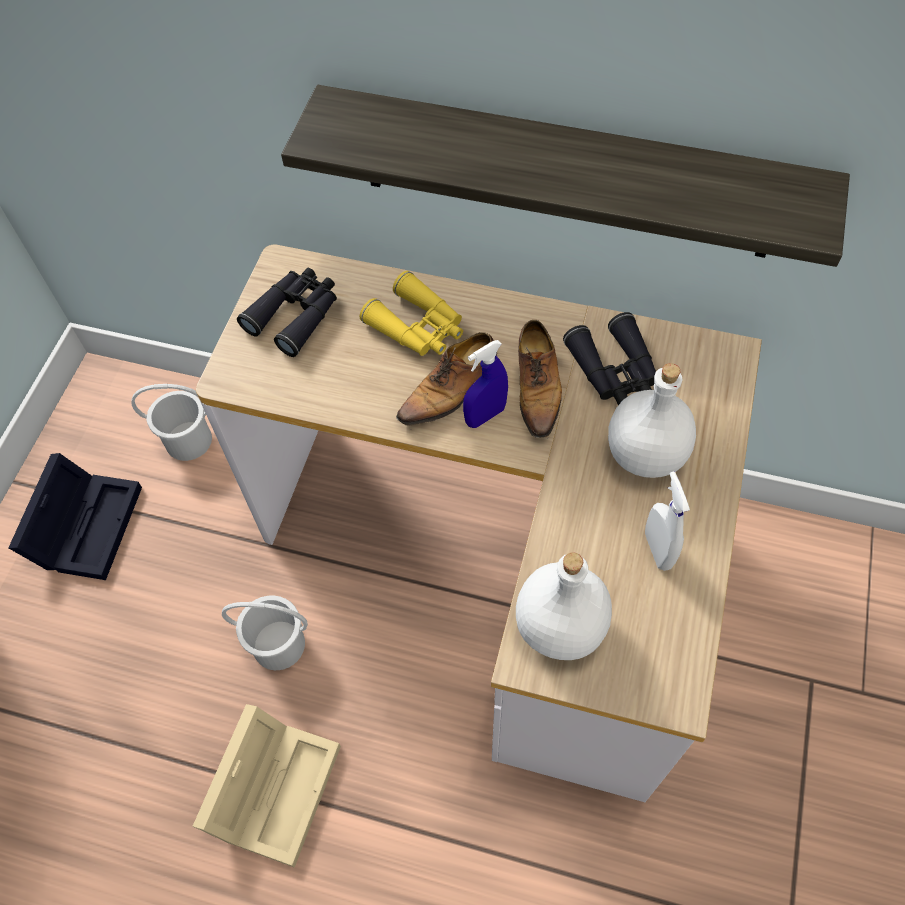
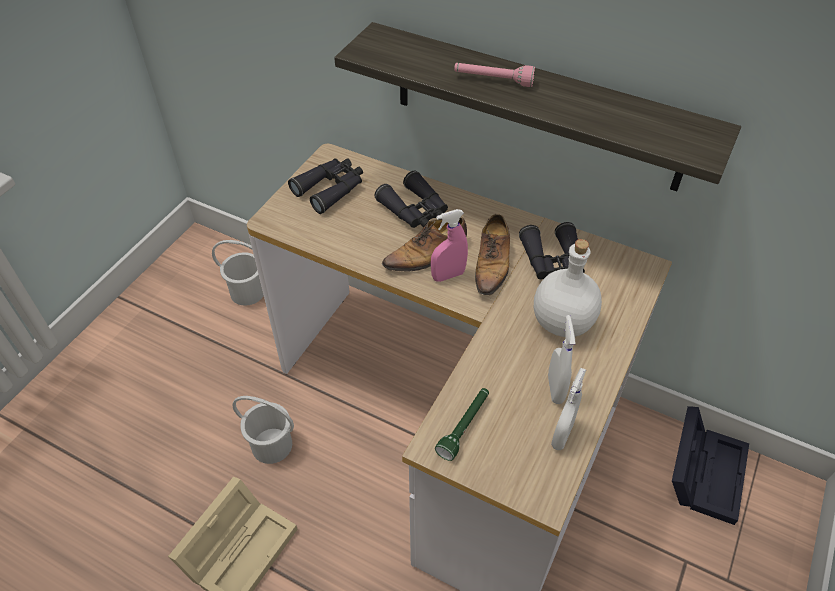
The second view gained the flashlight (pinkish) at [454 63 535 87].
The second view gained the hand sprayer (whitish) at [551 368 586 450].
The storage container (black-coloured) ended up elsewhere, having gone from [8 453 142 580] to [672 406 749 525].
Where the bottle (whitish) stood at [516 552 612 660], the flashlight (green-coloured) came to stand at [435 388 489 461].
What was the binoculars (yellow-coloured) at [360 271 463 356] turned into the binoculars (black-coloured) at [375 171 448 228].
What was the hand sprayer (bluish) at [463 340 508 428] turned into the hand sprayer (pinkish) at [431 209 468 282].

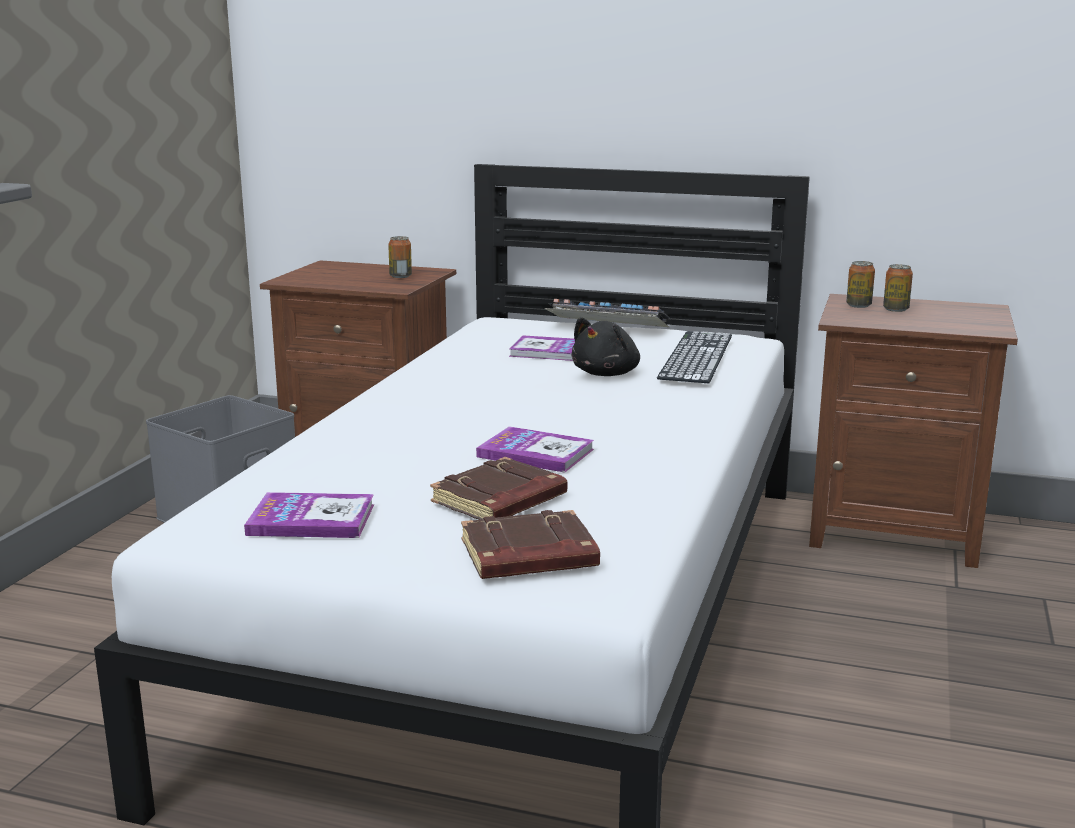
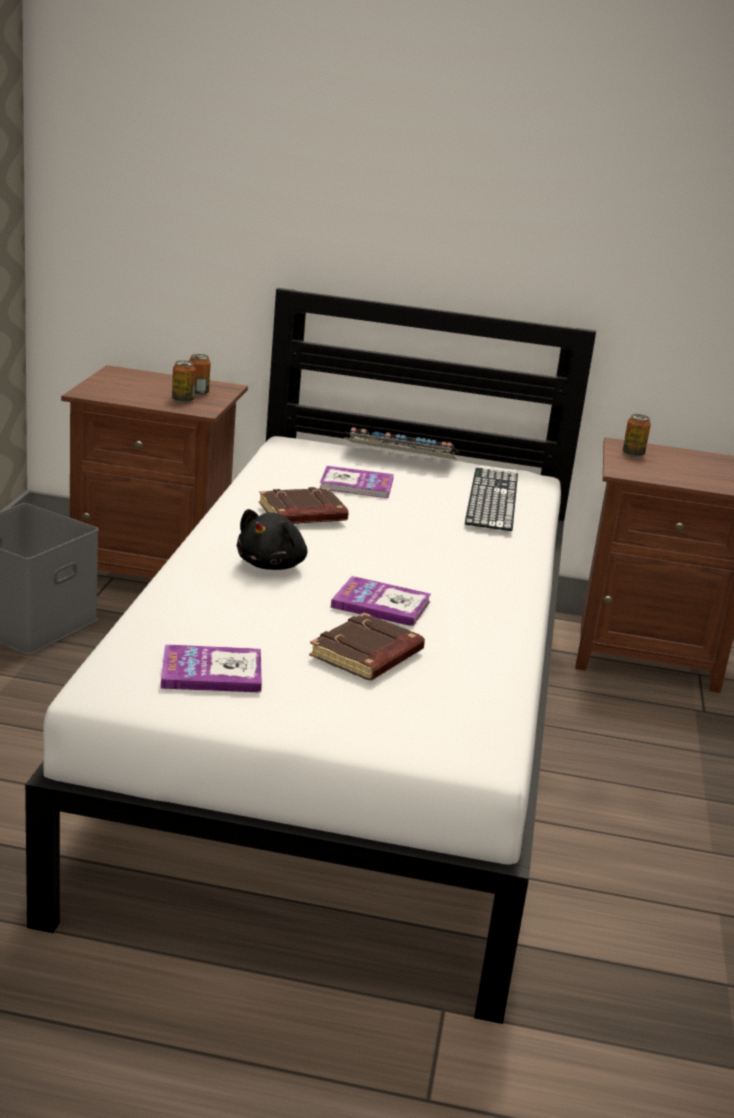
The book (brown-coloured) ended up elsewhere, having gone from [461 510 600 579] to [259 487 349 524].
The soft toy (black-coloured) ended up elsewhere, having gone from [571 317 640 376] to [237 509 307 570].
The metal can ended up elsewhere, having gone from [883 264 913 312] to [172 360 196 403].

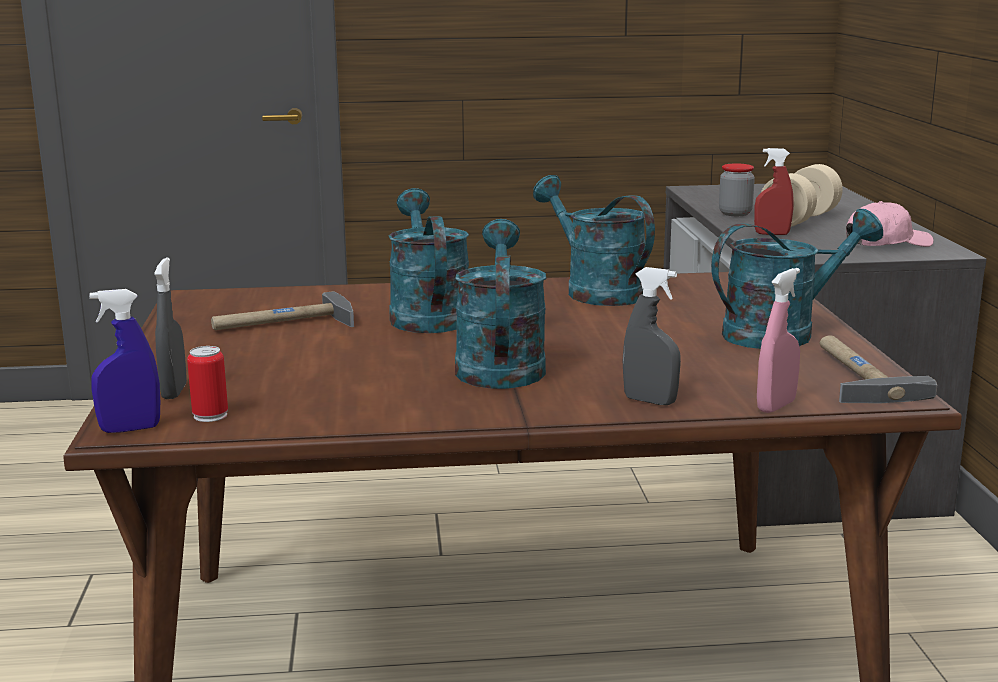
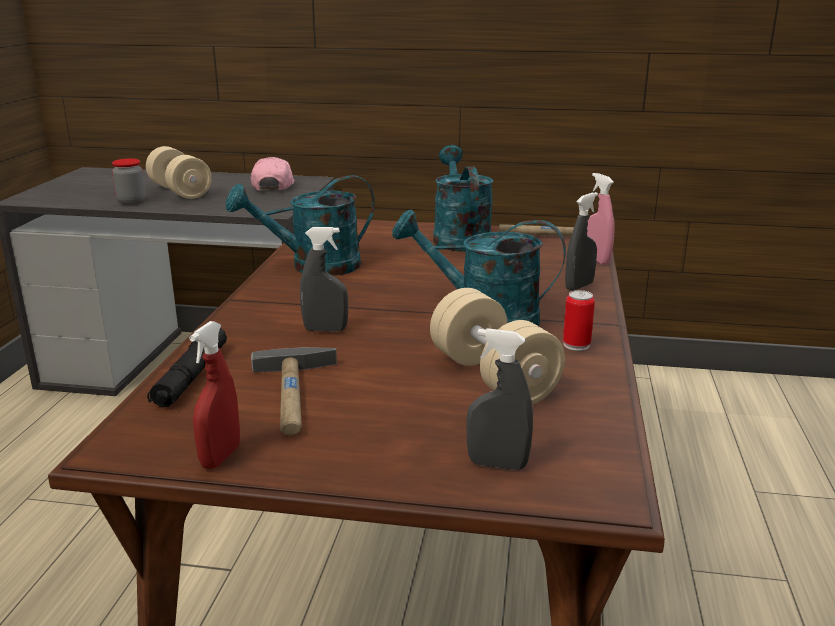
The second view lost the hand sprayer (bluish) at [89 289 160 433].
The second view gained the flashlight (black-coloured) at [147 328 227 407].
The second view gained the dumbbell (sand-coloured) at [430 288 565 404].
The metal can ended up elsewhere, having gone from [187 346 228 422] to [563 290 595 351].
The hand sprayer (red-coloured) ended up elsewhere, having gone from [754 148 794 235] to [189 321 240 469].
Where the sprinkling can (blue-green) stood at [389 188 469 333], the hand sprayer (gray) came to stand at [300 227 348 332].

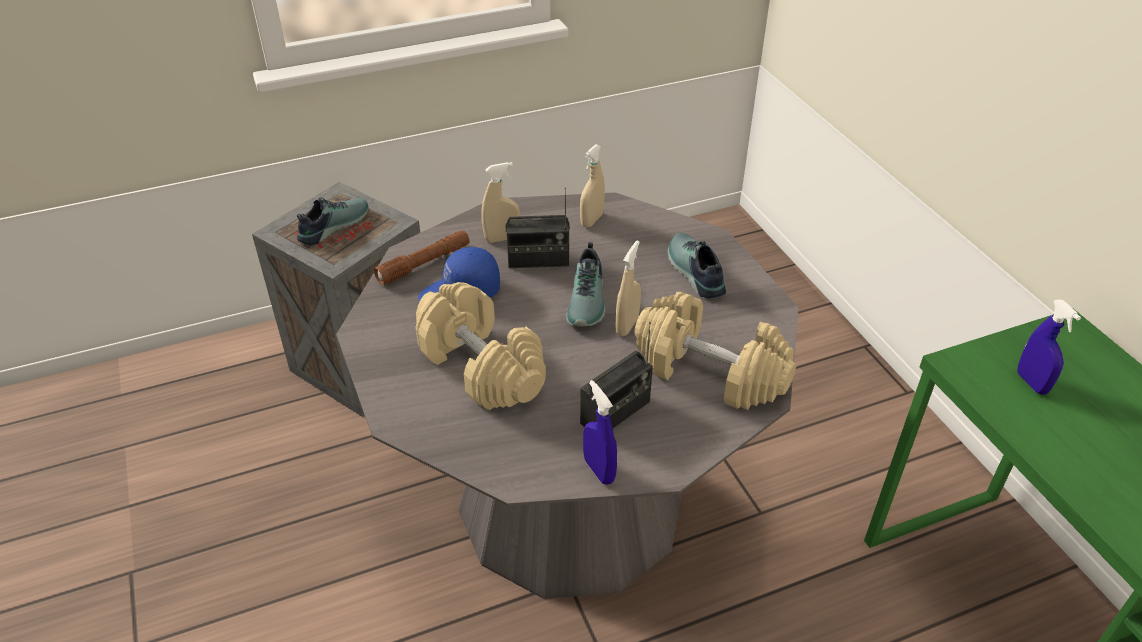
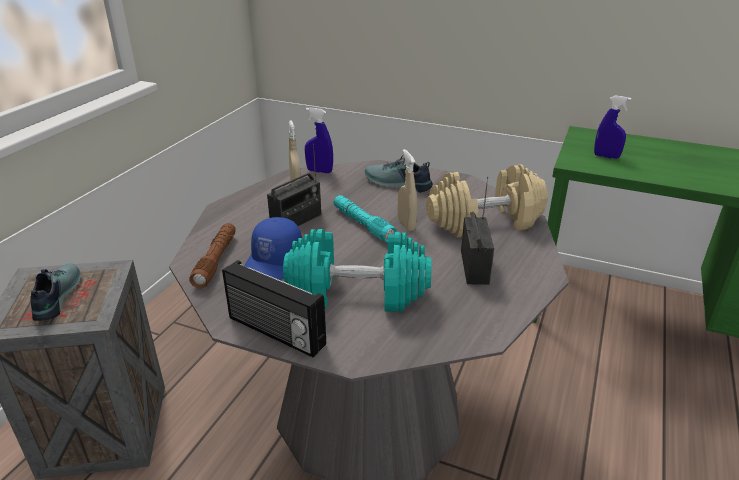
The second view lost the hand sprayer (sand-coloured) at [481 162 520 243].
The second view gained the radio receiver at [222 260 326 357].
The hand sprayer (bluish) ended up elsewhere, having gone from [583 380 617 485] to [305 108 333 173].
Where the low shoe stood at [566 242 606 327], the flashlight (blue-green) came to stand at [334 195 397 243].
What was the dumbbell (sand-coloured) at [416 282 546 410] turned into the dumbbell (blue-green) at [283 229 432 312].

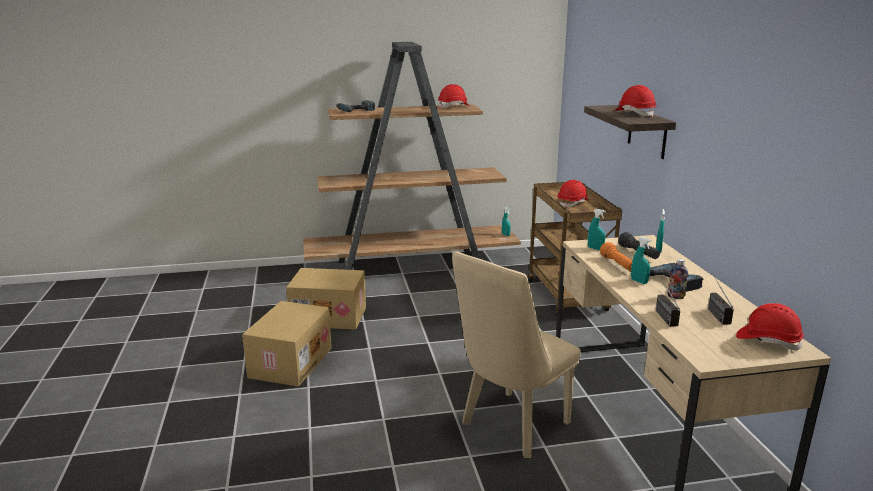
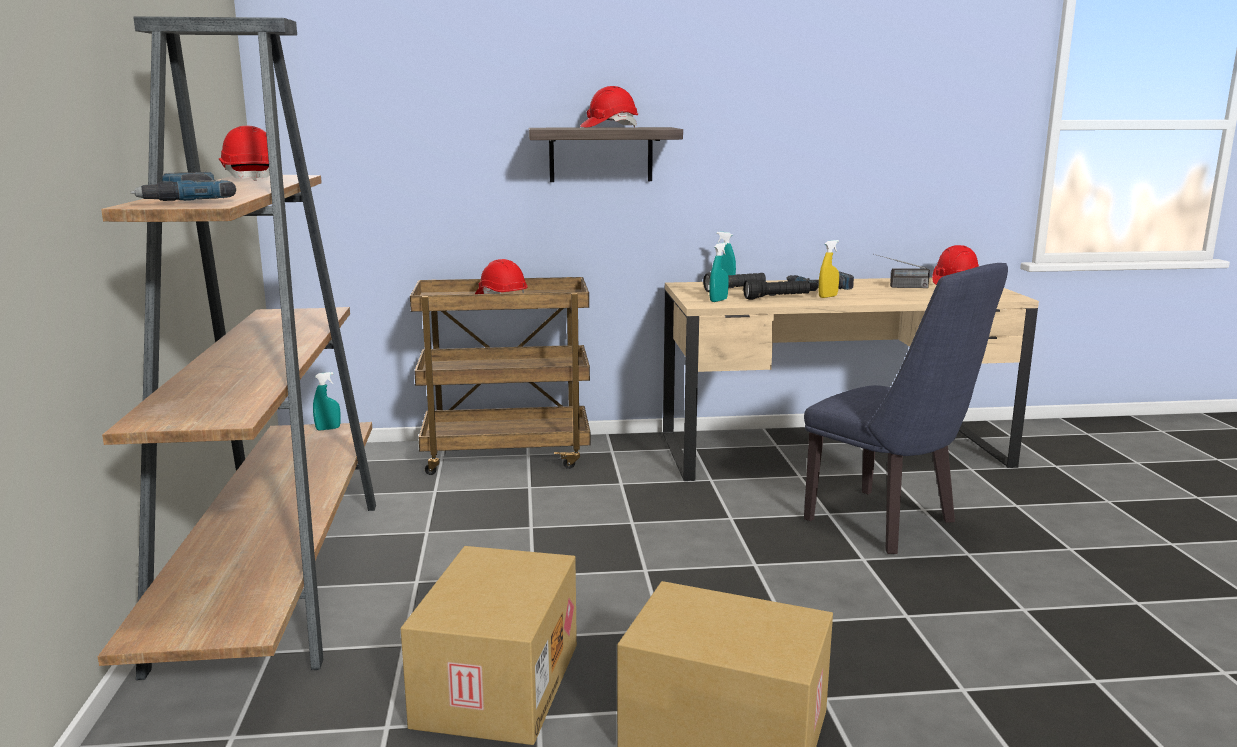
The second view lost the radio receiver at [656 274 680 327].
The second view lost the bottle at [667 259 688 299].
What was the plain chair (sand-coloured) at [452 251 581 458] turned into the plain chair (bluish) at [804 263 1008 554].
What was the flashlight (orange) at [600 242 632 272] turned into the flashlight (black-coloured) at [743 279 810 300].
What was the hand sprayer (blue-green) at [631 237 651 284] turned into the hand sprayer (yellow-coloured) at [819 240 839 298].

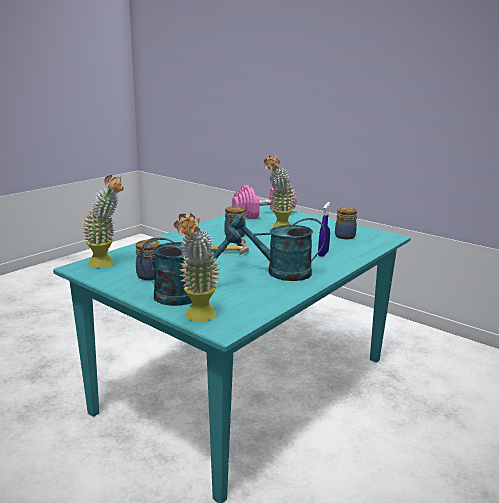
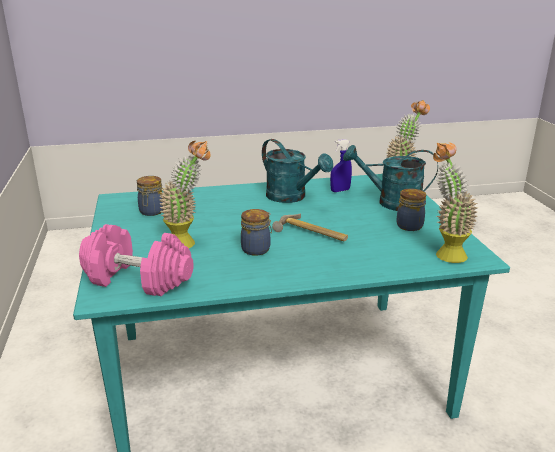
The hand sprayer (bluish) ended up elsewhere, having gone from [318 202 330 257] to [330 139 352 192].

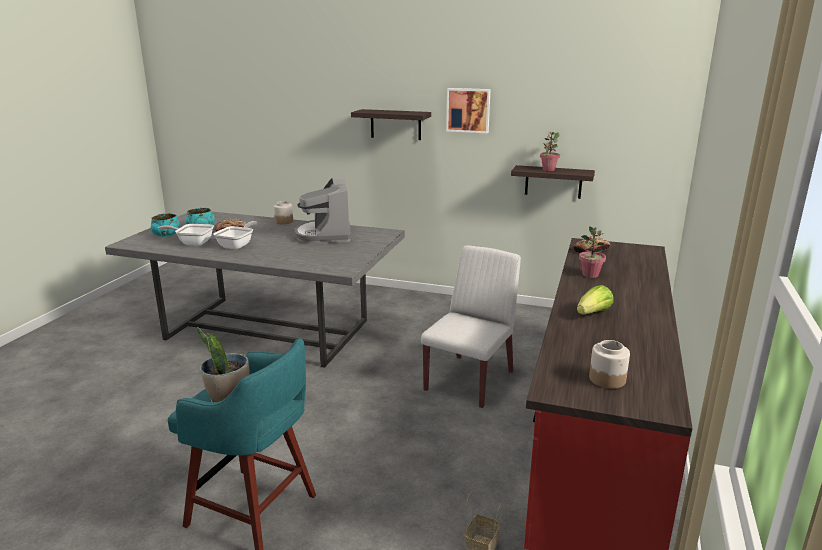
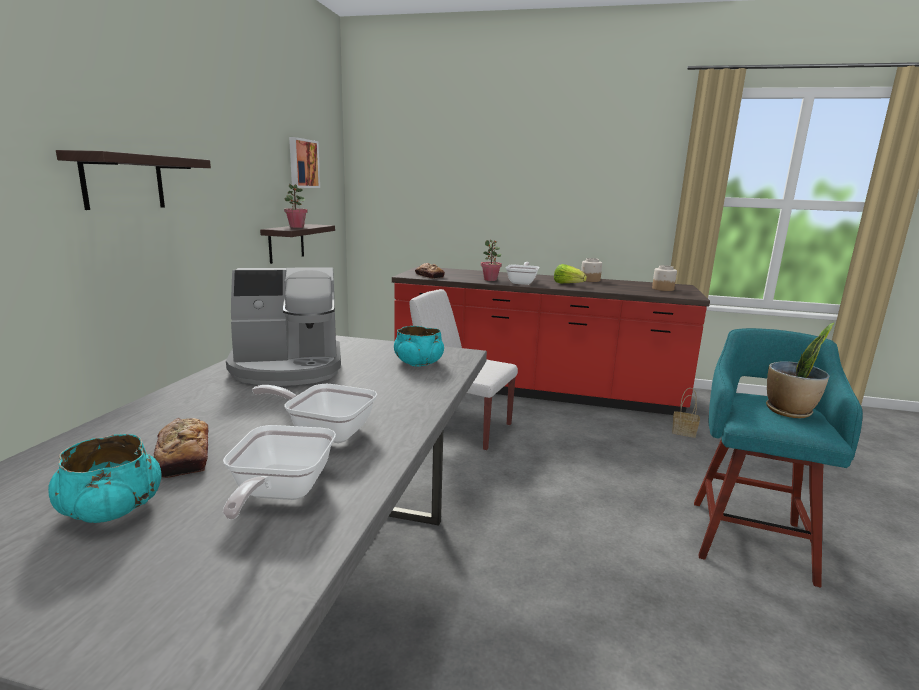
The second view gained the skillet at [506 262 540 285].
The deep dish (blue-green) ended up elsewhere, having gone from [151 213 180 237] to [394 326 444 367].
The jar ended up elsewhere, having gone from [274 201 293 224] to [581 258 602 282].
The wall art ended up elsewhere, having gone from [446 88 491 133] to [289 137 320 188].

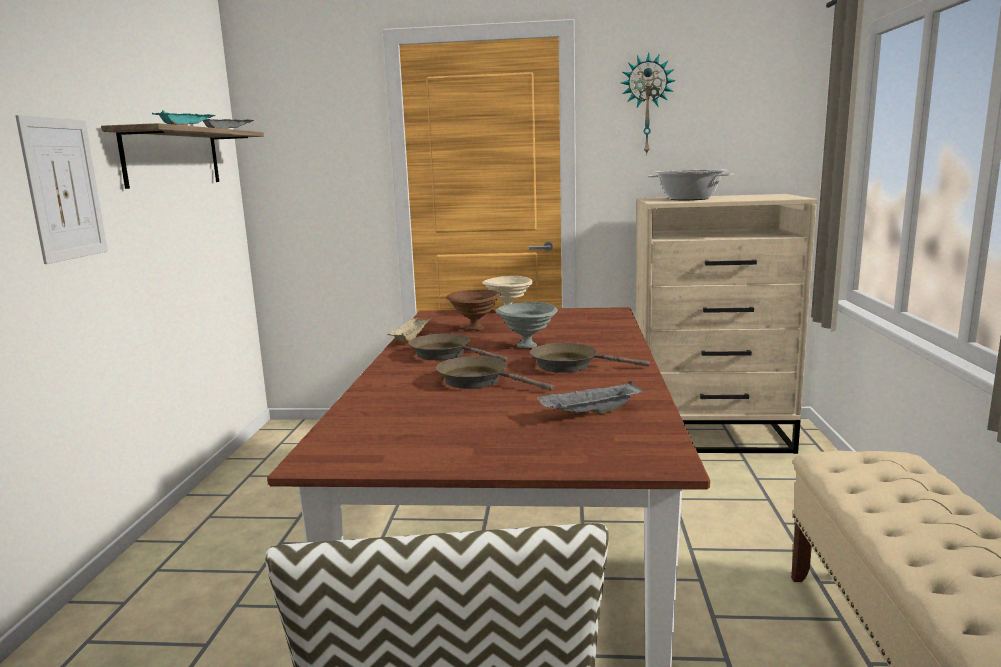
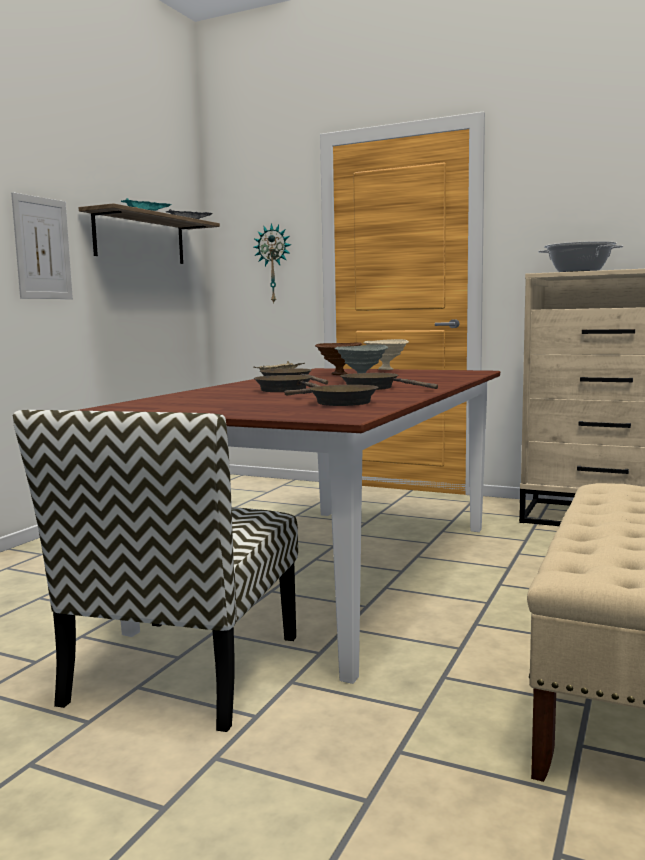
The wall clock ended up elsewhere, having gone from [621 52 676 156] to [253 223 291 304].
Where the serving tray (gray) stood at [537 381 643 415], the skillet (brown-coloured) came to stand at [284 385 378 406].

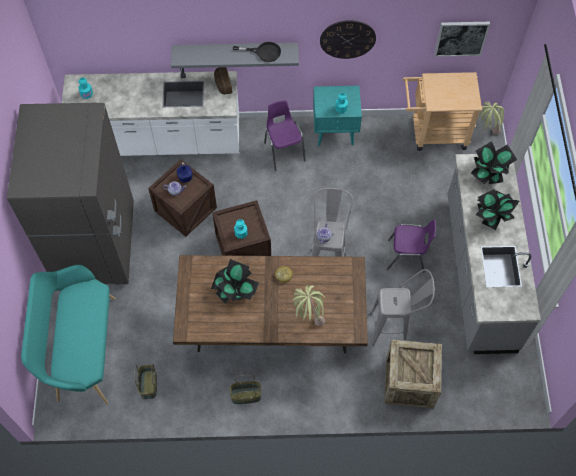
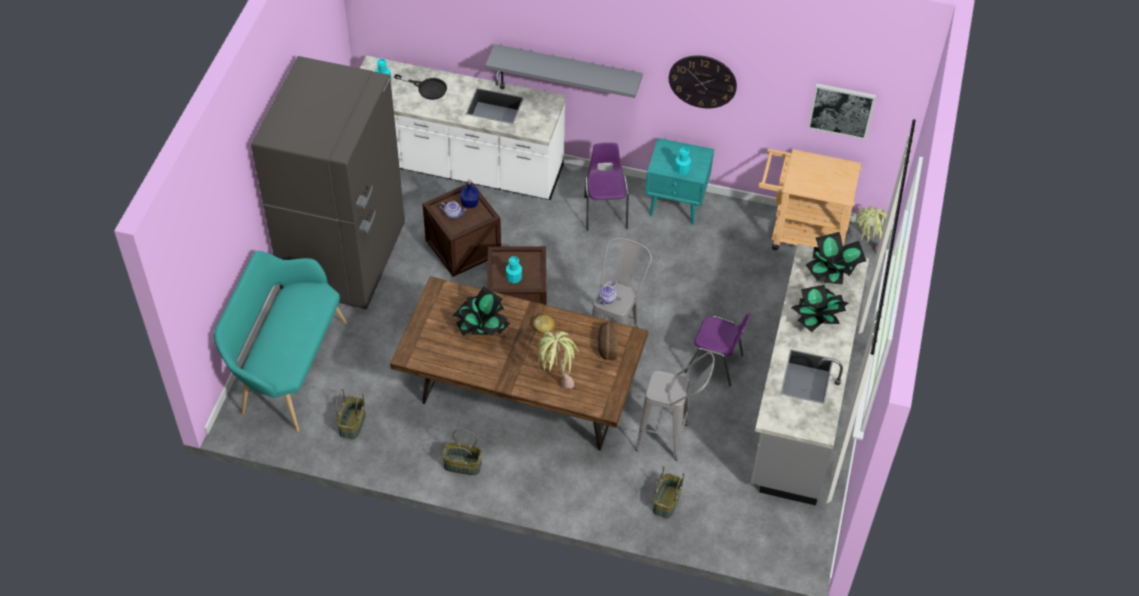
The bakery bread ended up elsewhere, having gone from [214 67 232 94] to [598 322 618 360].
The skillet (black-coloured) ended up elsewhere, having gone from [233 42 281 62] to [394 74 447 100].
Where the crate stood at [384 339 442 408], the basket came to stand at [653 466 684 519].

